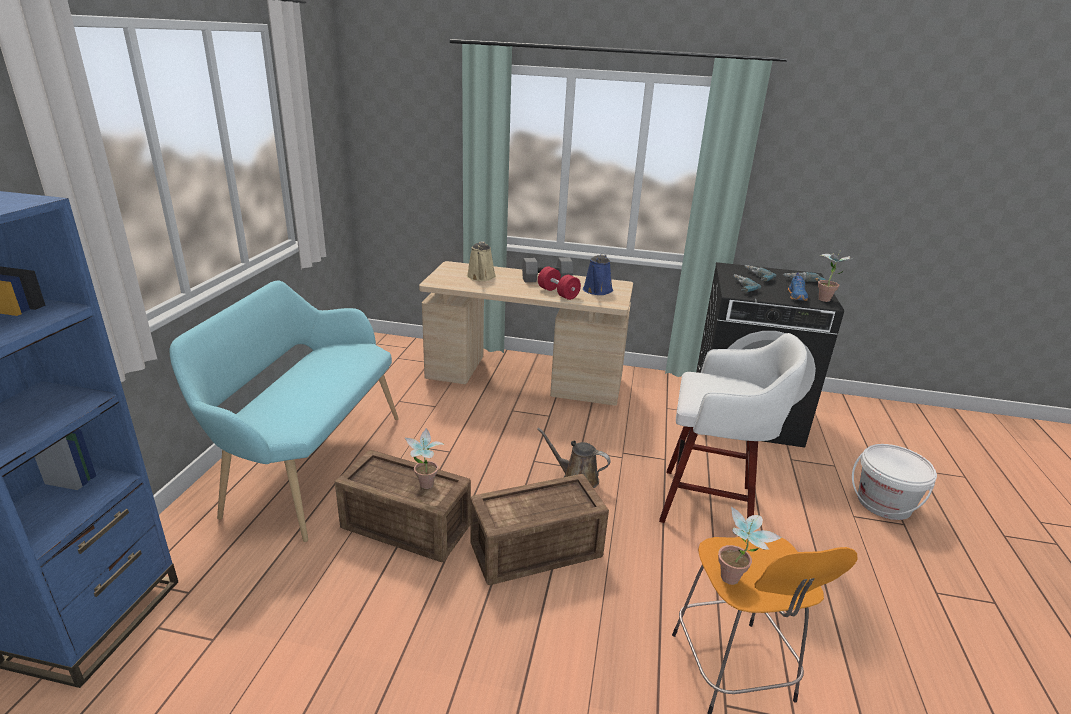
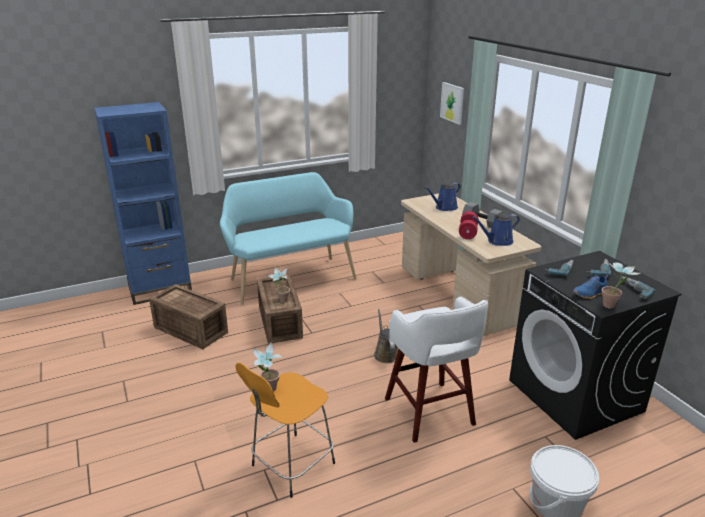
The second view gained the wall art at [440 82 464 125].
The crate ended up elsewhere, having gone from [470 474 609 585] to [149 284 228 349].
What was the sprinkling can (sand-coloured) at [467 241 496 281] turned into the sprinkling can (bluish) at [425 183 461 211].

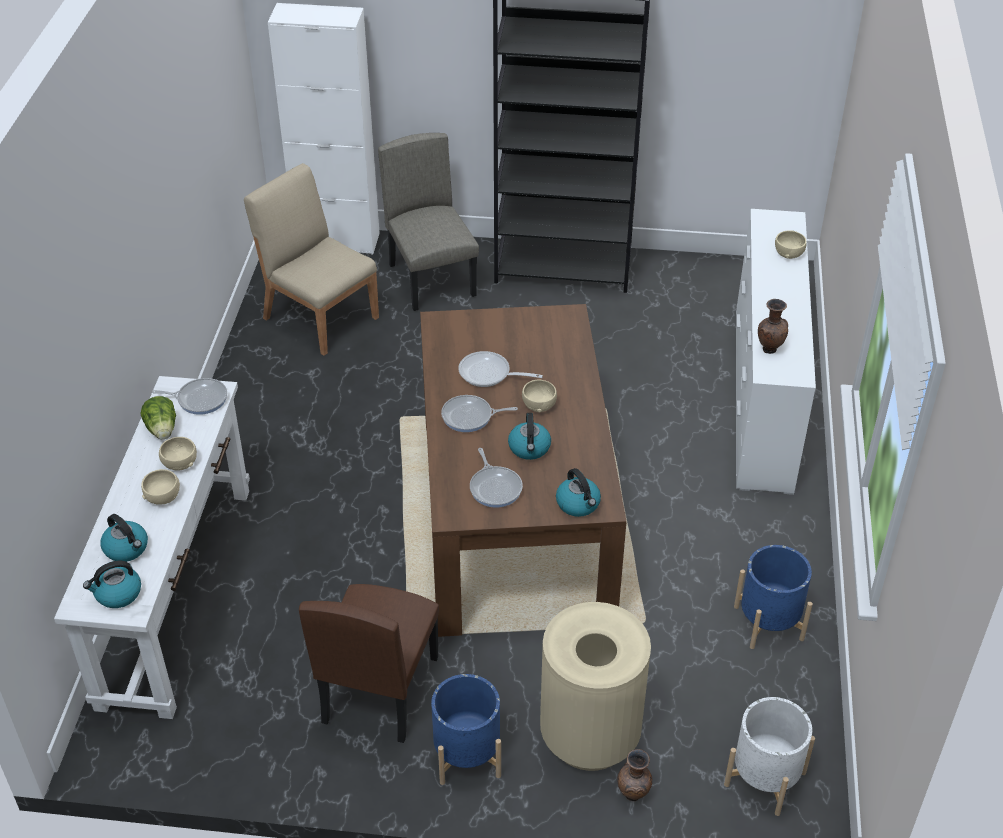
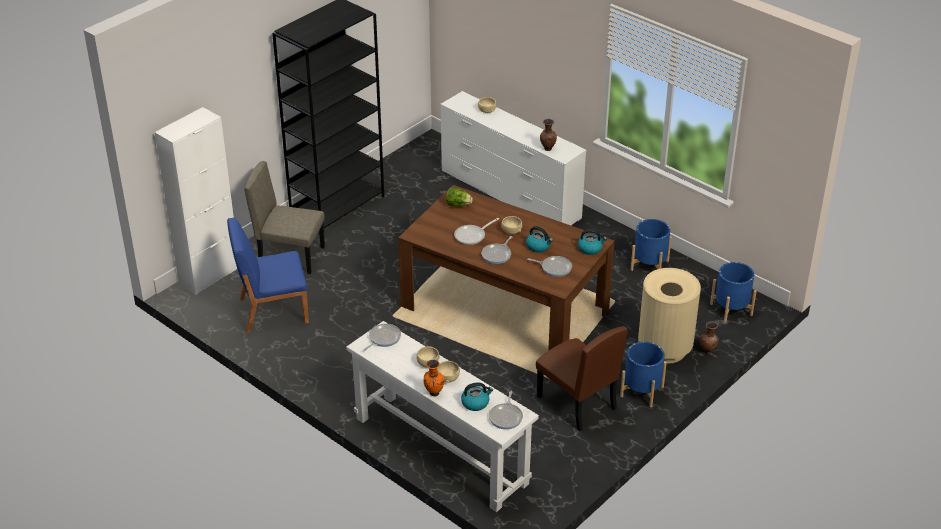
The second view gained the flower vase (orange) at [423 359 444 396].
The lettuce ended up elsewhere, having gone from [140 396 176 440] to [446 187 473 207].
Where the water kettle stood at [83 561 141 608], the skillet came to stand at [489 391 523 429].
What was the plain chair (sand-coloured) at [244 163 379 356] turned into the plain chair (bluish) at [227 218 309 333].
What was the plant pot (whitish) at [724 697 815 816] turned into the plant pot (bluish) at [710 262 757 323].

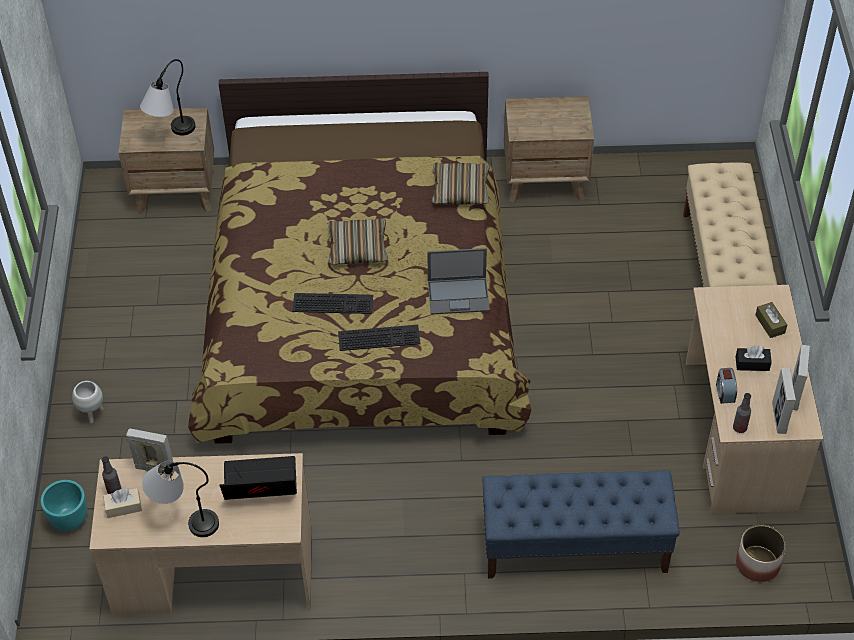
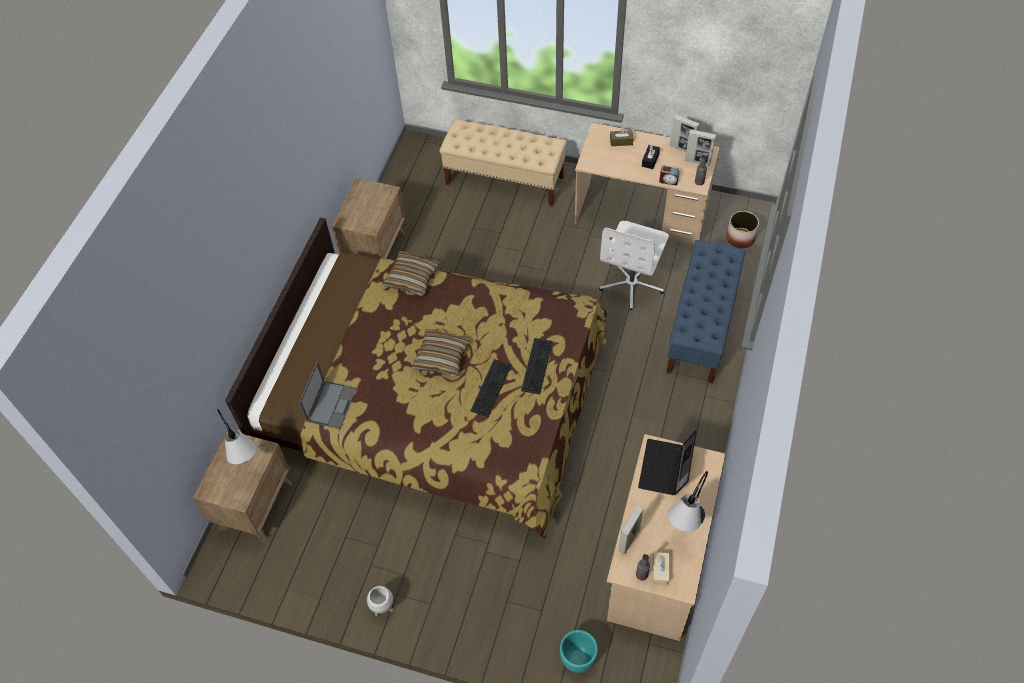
The second view gained the office chair (whitish) at [599 221 669 311].
The plant pot (whitish) ended up elsewhere, having gone from [72 381 103 424] to [367 586 393 616].
The notebook computer ended up elsewhere, having gone from [427 248 490 315] to [299 362 357 429].

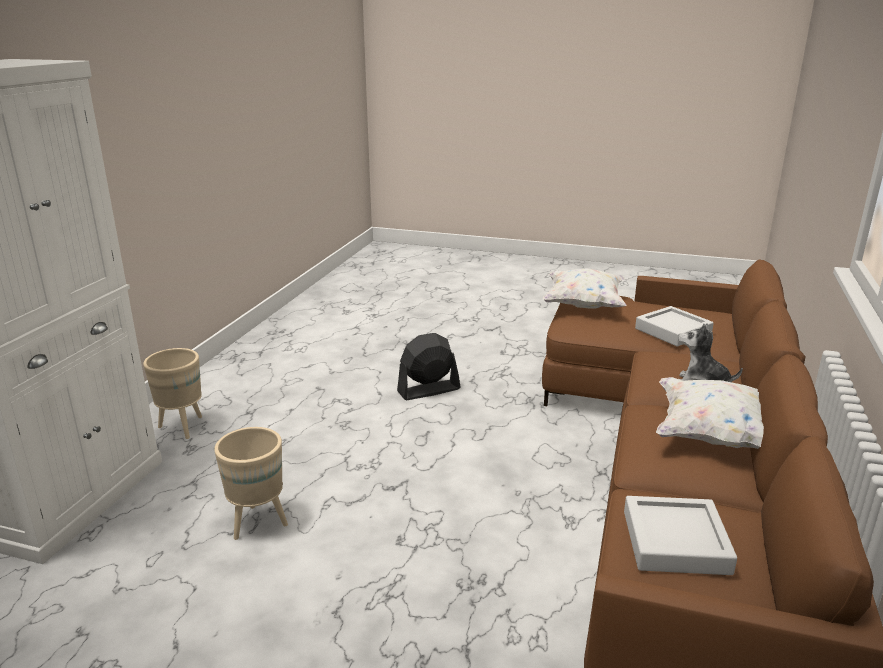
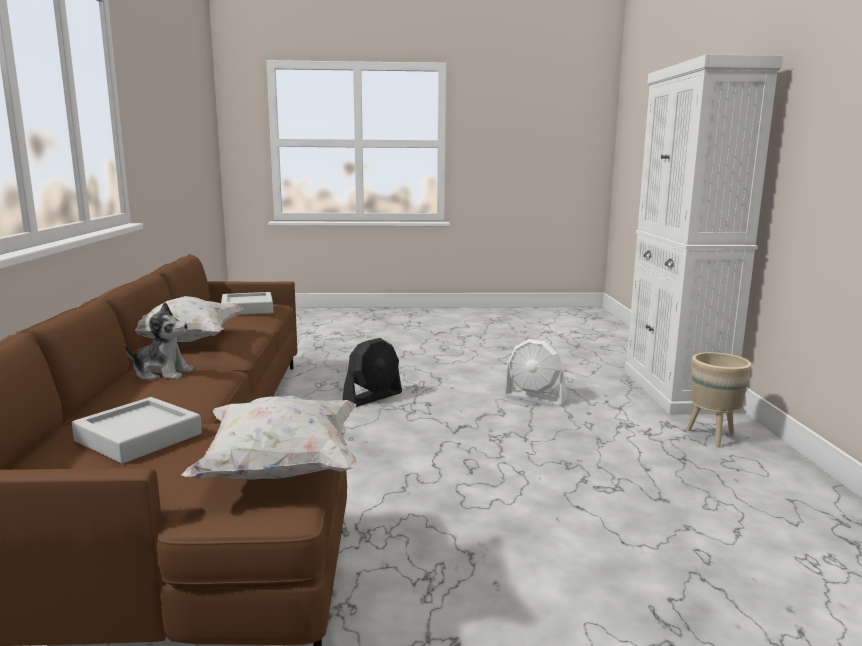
The cooling fan (black-coloured) ended up elsewhere, having gone from [397 333 461 400] to [342 338 402 407].
Where the plant pot (sand-coloured) stood at [214 427 288 540], the cooling fan (whitish) came to stand at [503 339 567 406].

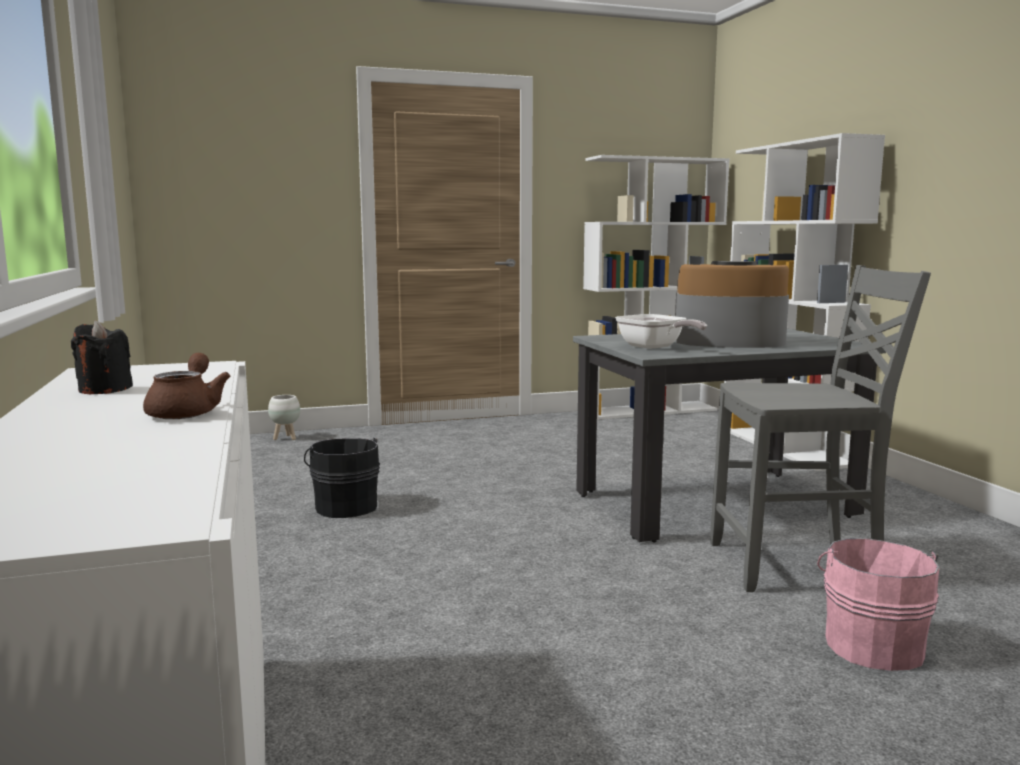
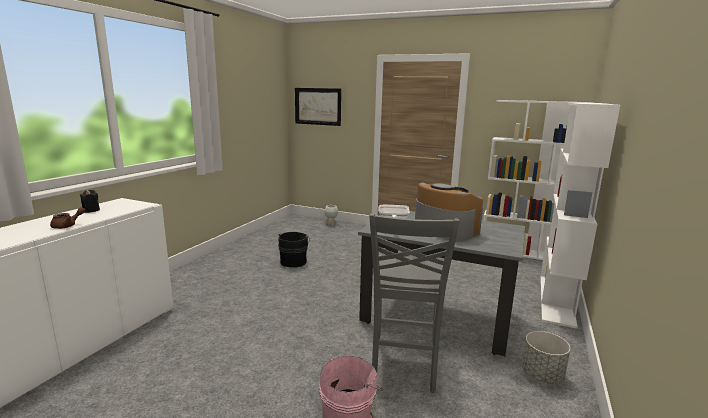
The second view gained the wall art at [295 88 341 126].
The second view gained the plant pot (gray) at [522 331 570 384].
The plain chair (gray) at [710 265 931 592] ended up facing another way, 60 degrees clockwise from before.

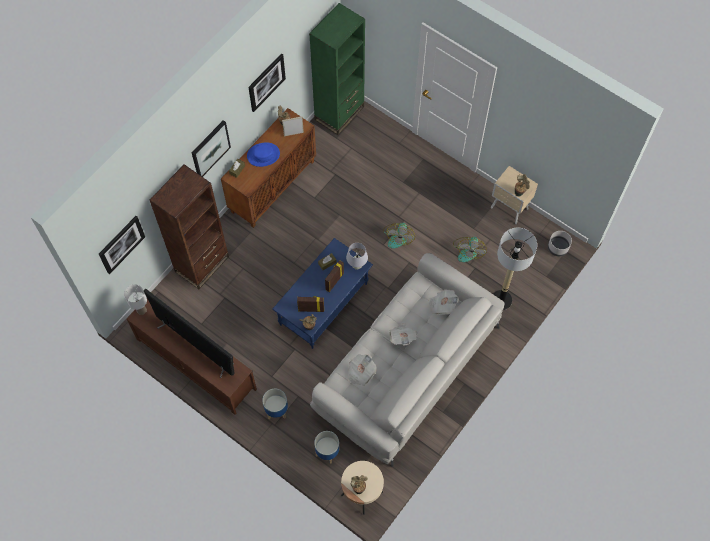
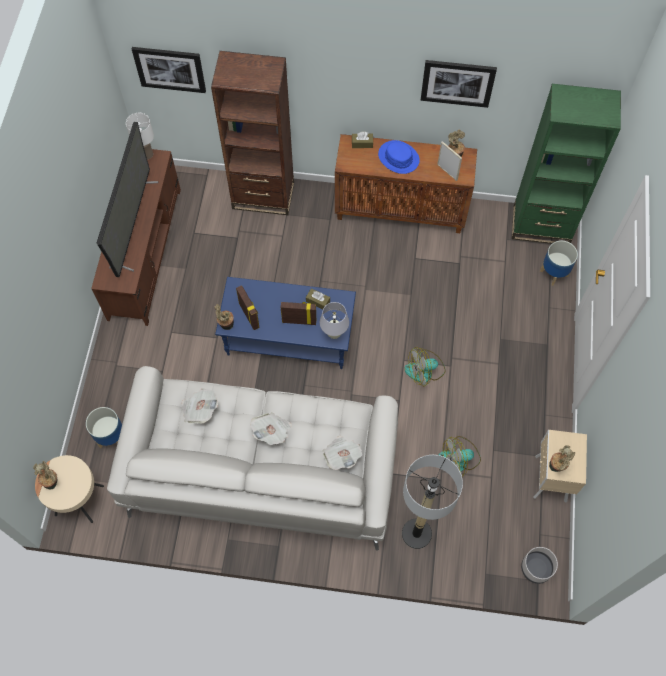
The second view lost the wall art at [192 120 231 177].
The plant pot ended up elsewhere, having gone from [262 389 288 419] to [540 241 578 286].

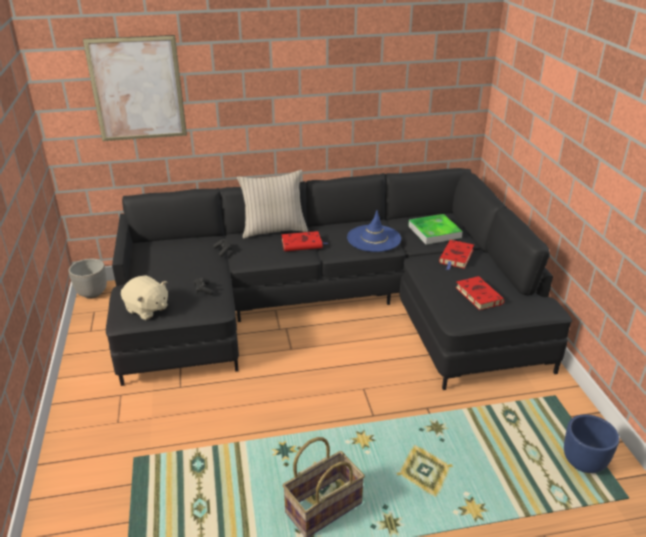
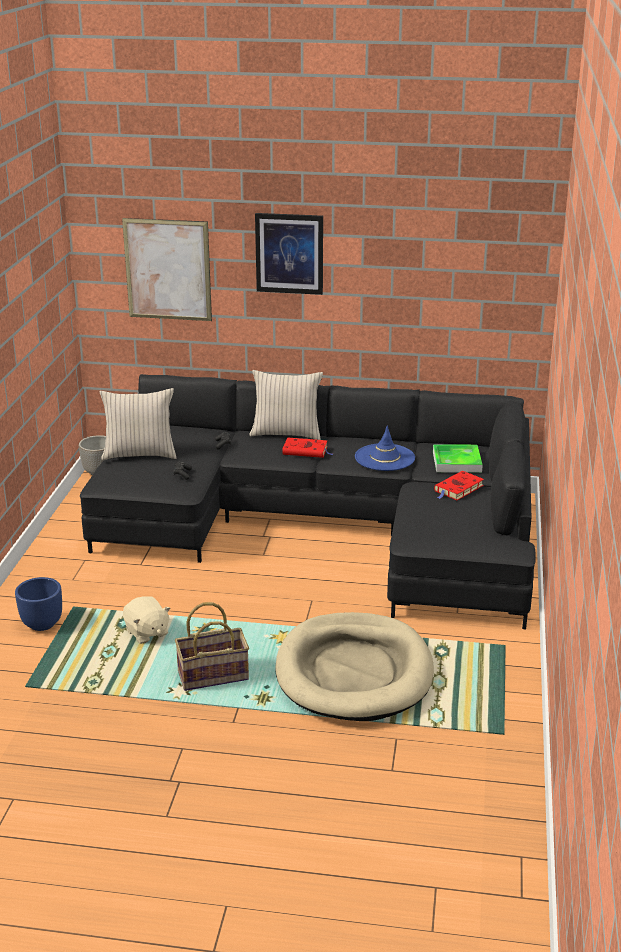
The second view lost the book (red-coloured) at [456 276 505 310].
The second view gained the cushion (sand-coloured) at [100 388 176 460].
The second view gained the wall art at [255 213 323 295].
The second view gained the dog cushion (sand-coloured) at [275 612 434 721].
The soft toy (sand-coloured) ended up elsewhere, having gone from [121 275 168 320] to [123 596 171 644].
The plant pot (bluish) ended up elsewhere, having gone from [564 414 619 473] to [15 577 62 631].

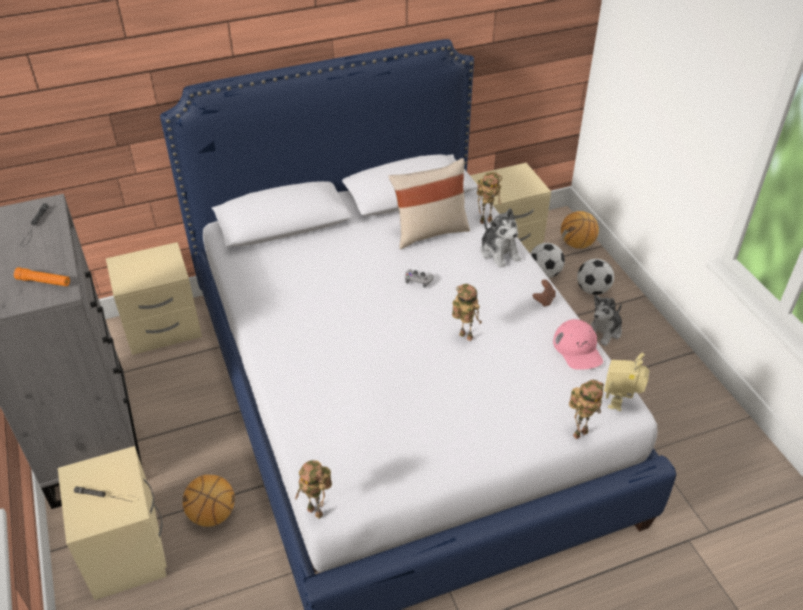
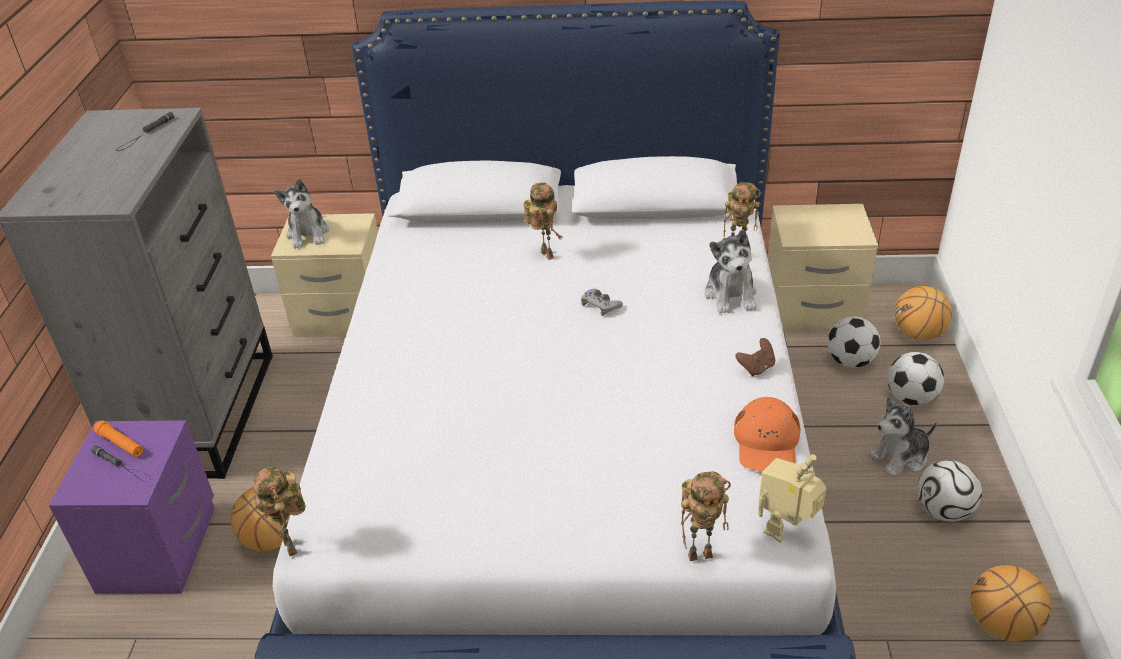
The second view lost the cushion (sand-coloured) at [388 158 470 249].
The second view gained the soft toy at [274 179 329 249].
The second view gained the football at [917 460 982 522].
The second view gained the ball for basketball at [970 565 1051 641].
The flashlight (orange) ended up elsewhere, having gone from [14 267 70 286] to [94 420 143 457].
The model robot ended up elsewhere, having gone from [452 284 482 341] to [523 183 563 260].
What was the bedside table (sand-coloured) at [58 446 167 600] turned into the bedside table (purple) at [49 420 215 594].
What was the baseball cap (pinkish) at [553 319 603 370] turned into the baseball cap (orange) at [734 397 801 471].

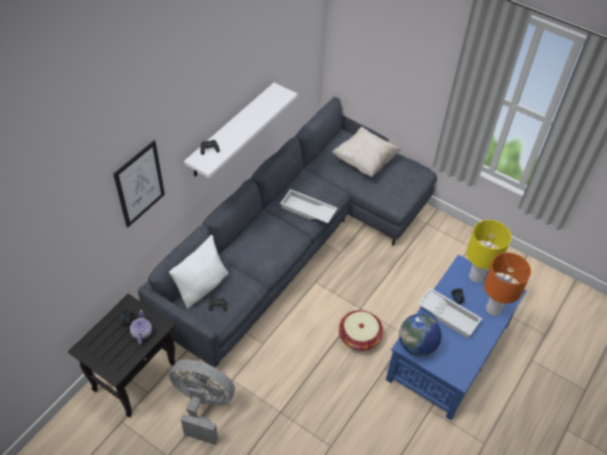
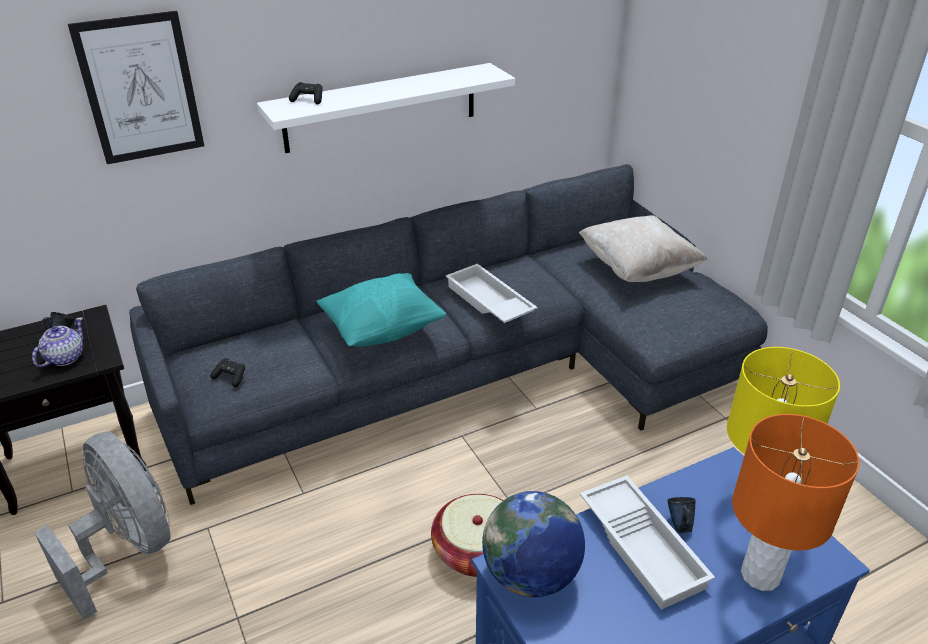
The second view lost the cushion (whitish) at [169 235 228 308].
The second view gained the cushion (blue-green) at [316 273 446 347].

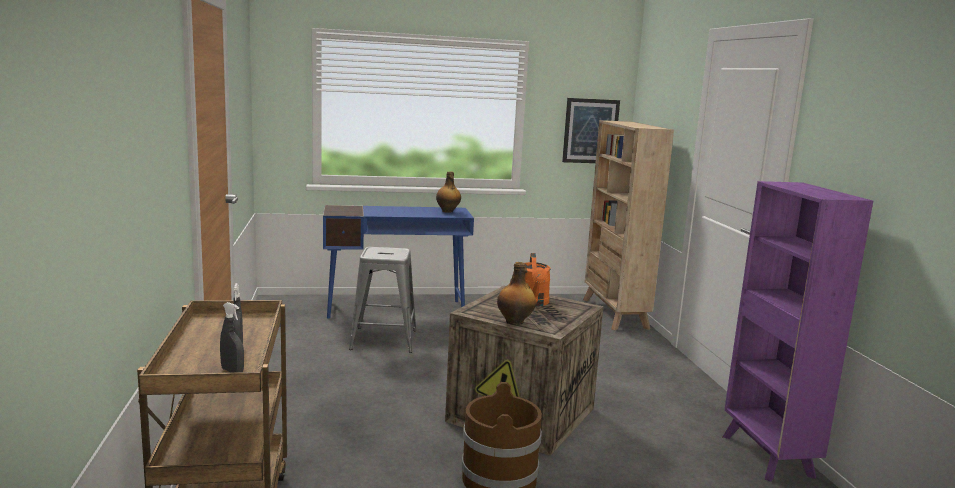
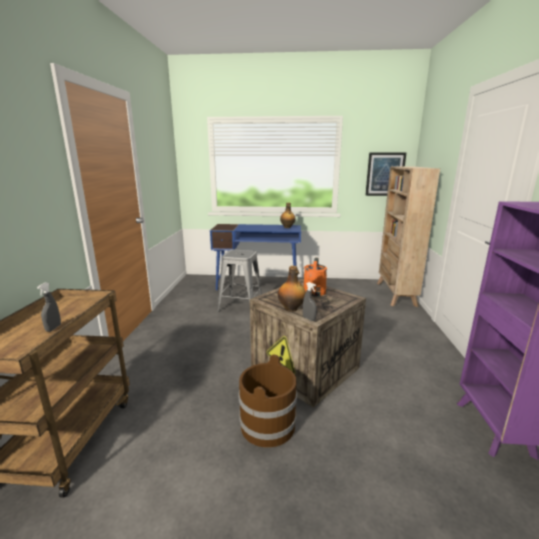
The hand sprayer (gray) ended up elsewhere, having gone from [220 302 244 372] to [303 282 317 321].

